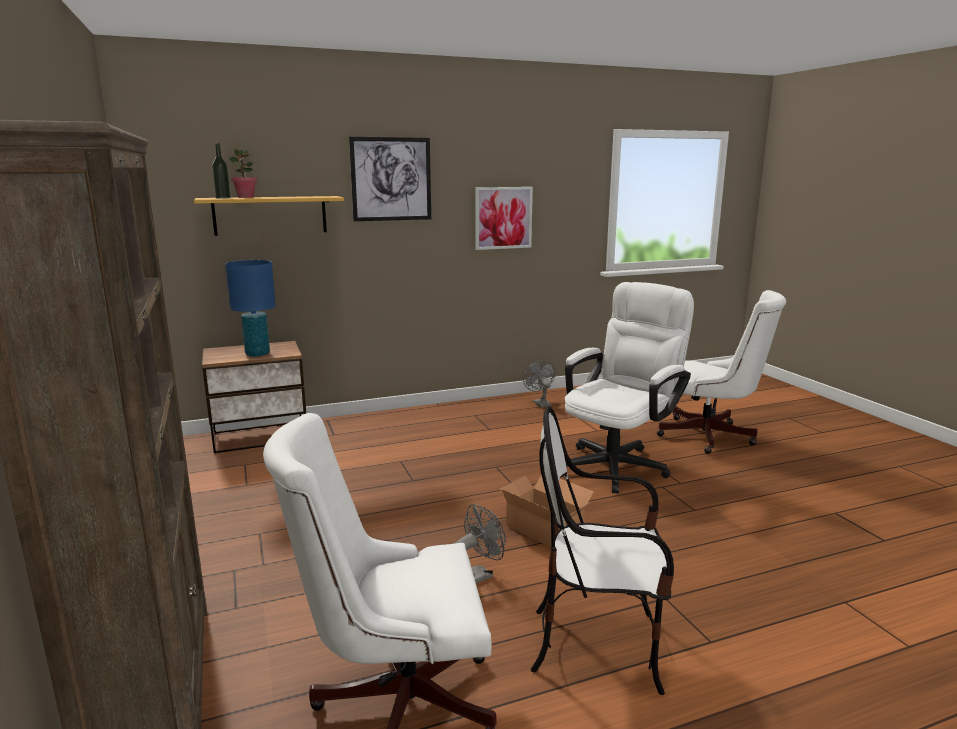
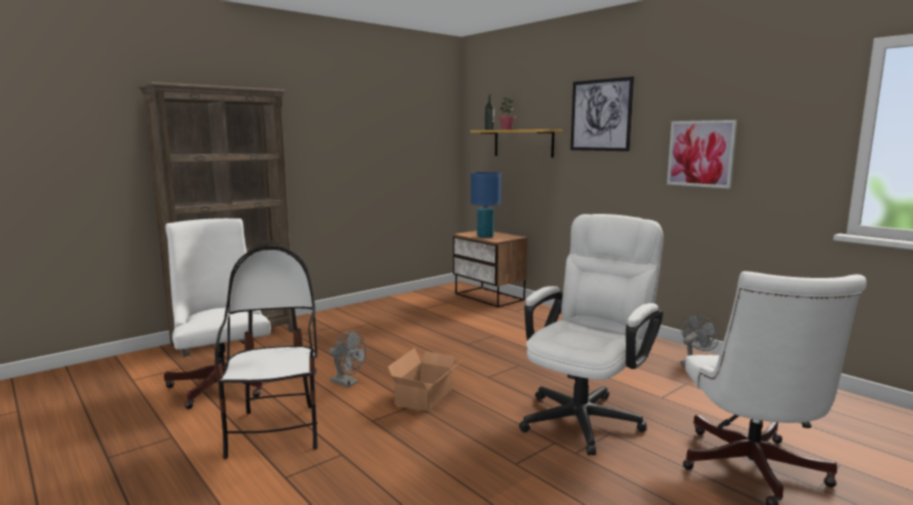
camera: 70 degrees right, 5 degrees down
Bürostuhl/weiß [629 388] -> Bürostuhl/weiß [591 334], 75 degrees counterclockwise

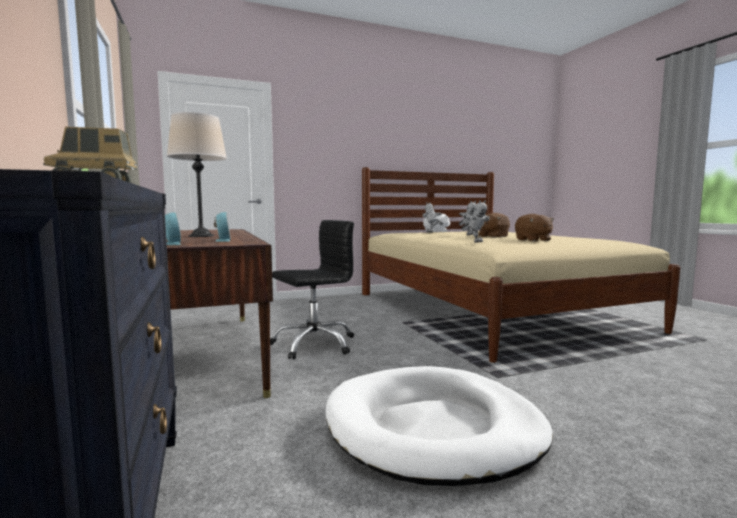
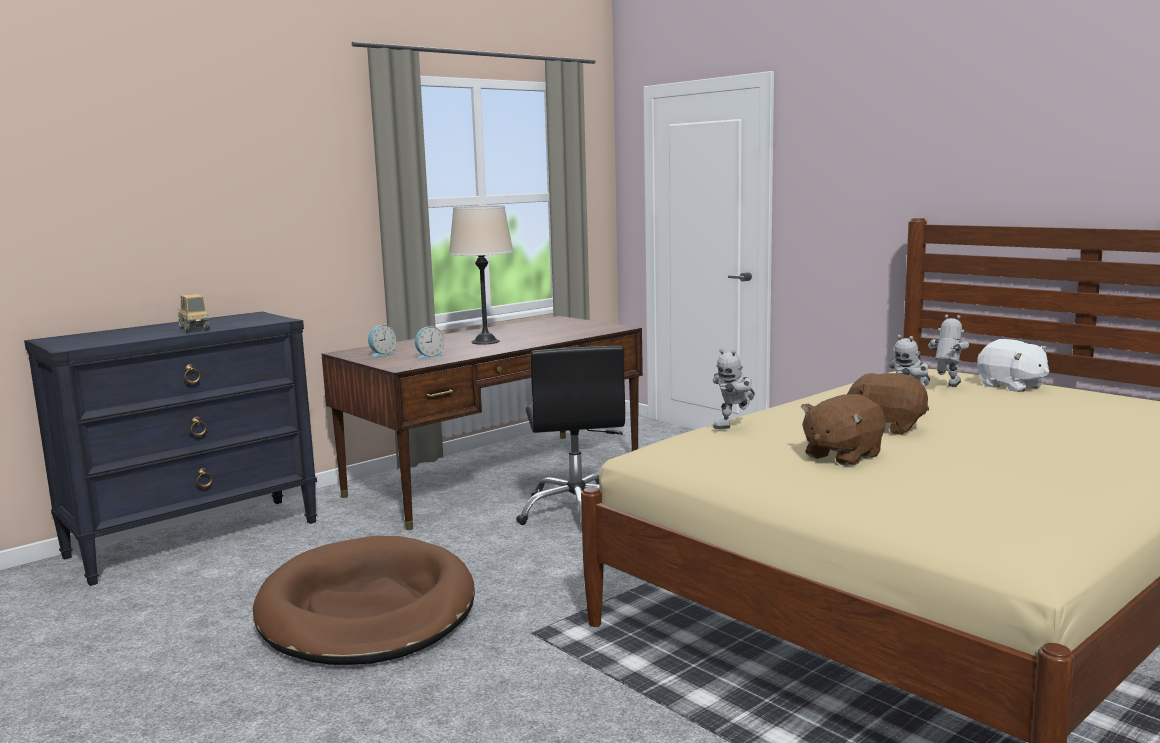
camera: 70 degrees right, 5 degrees up
Hundebett/weiß [439 426] -> Hundebett/braun [364 600]
Bürostuhl/schwarz [312 290] -> Bürostuhl/schwarz [570 435], 45 degrees clockwise

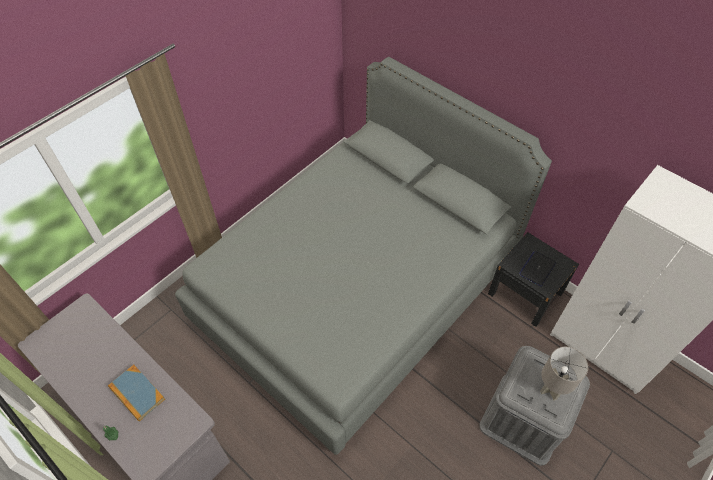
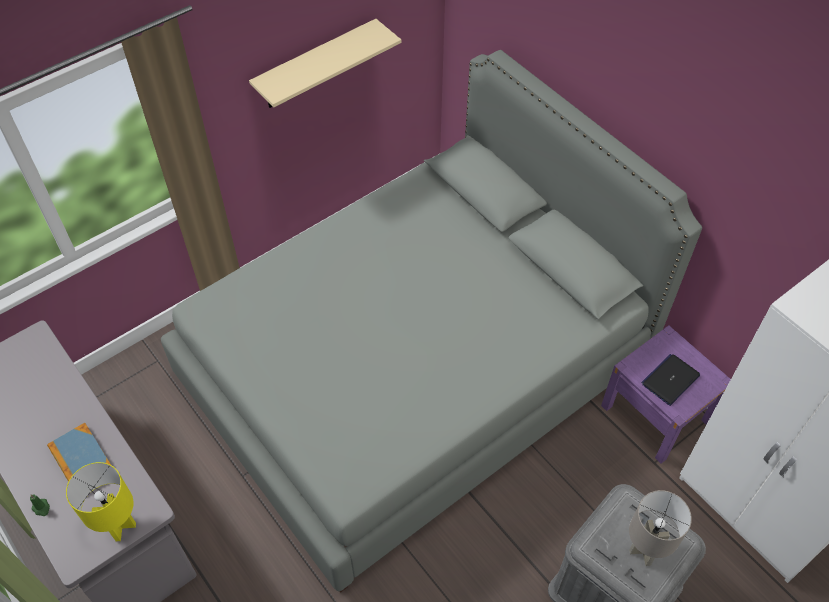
camera: 10 degrees right, 0 degrees up
none -> Tischlampe/gelb [101 501]
none -> Wandregal/beige [325 63]
Nachttisch/schwarz [533 279] -> Nachttisch/lila [666 394]

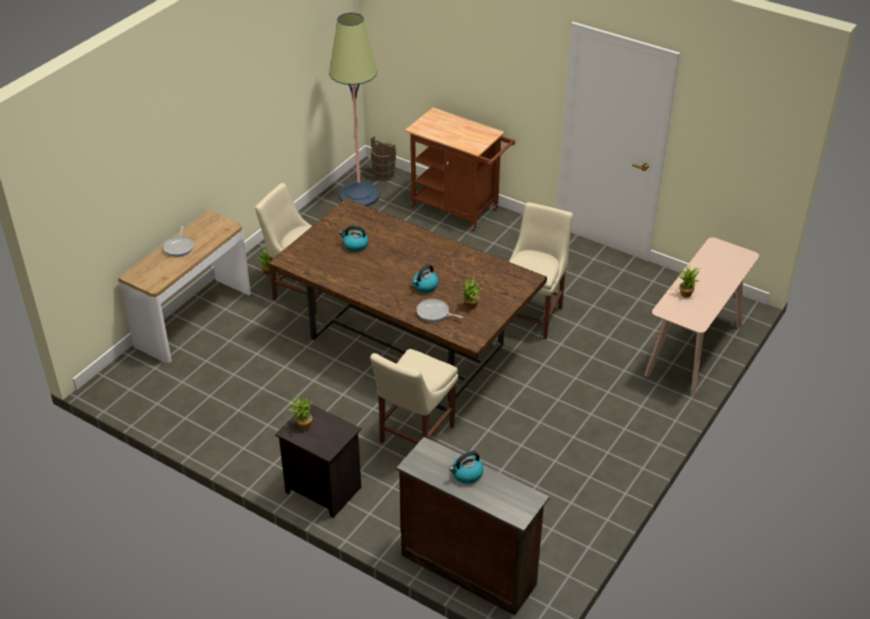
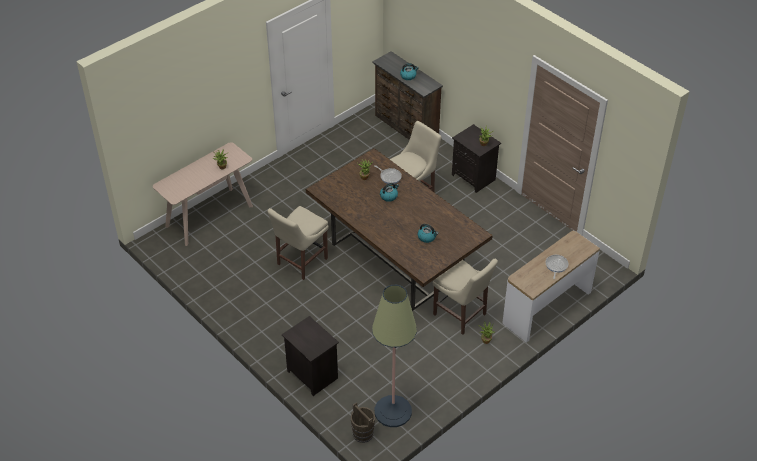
camera: 165 degrees left, 5 degrees up
Rollwagen/braun [460 169] -> Nachttisch/schwarz [310 356]

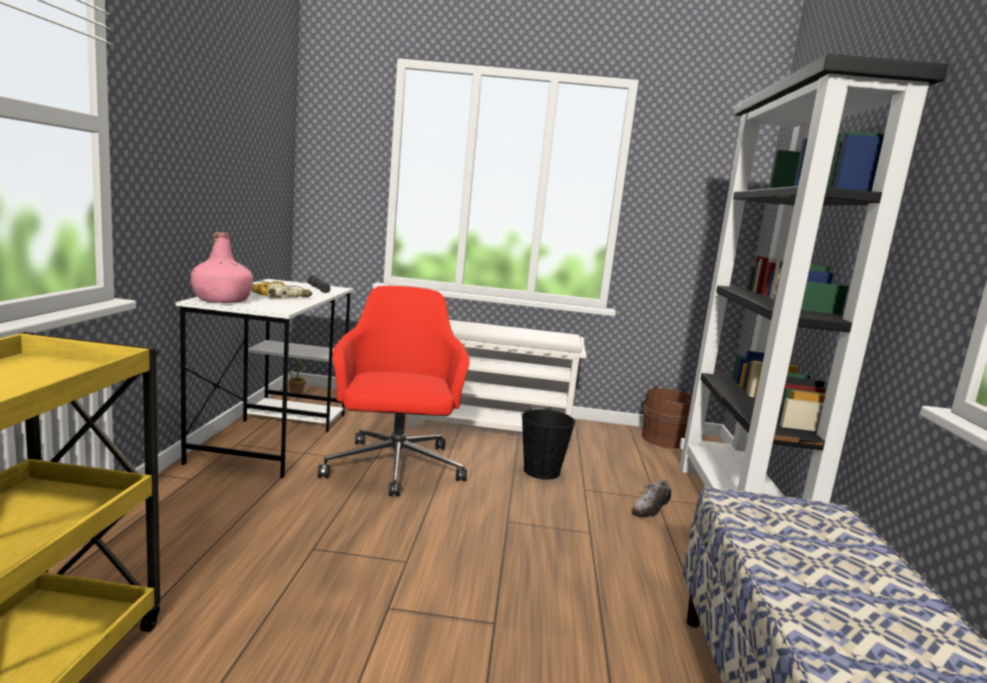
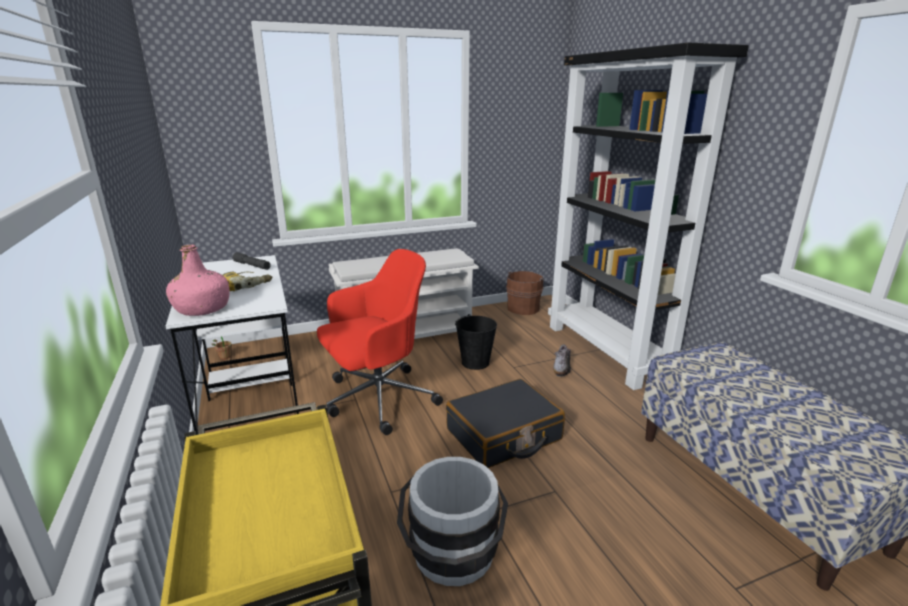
camera: 25 degrees left, 10 degrees up
Bürostuhl/rot [394 391] -> Bürostuhl/rot [380 342], 90 degrees clockwise
none -> Eimer/weiß [452 521]
none -> Koffer/schwarz [505 423]

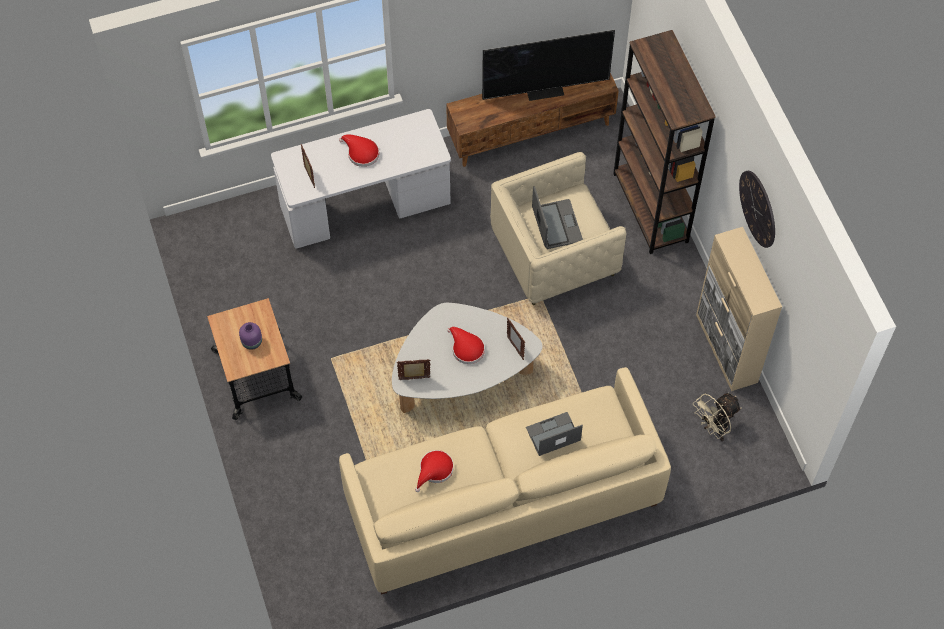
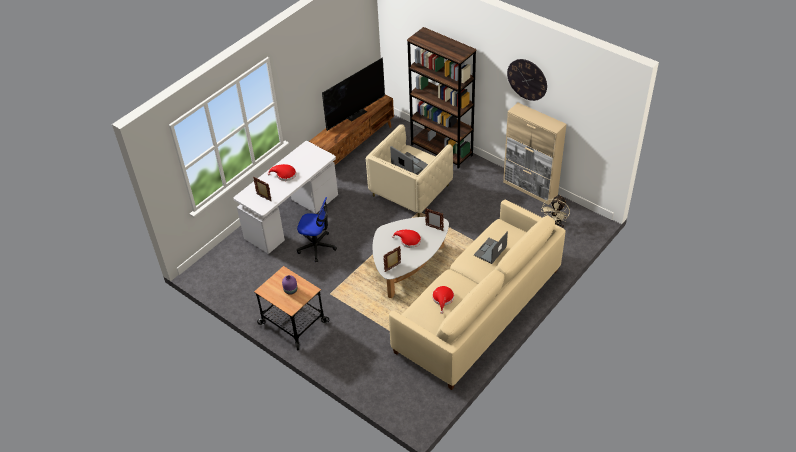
camera: 30 degrees left, 15 degrees down
none -> Bürostuhl [317 230]

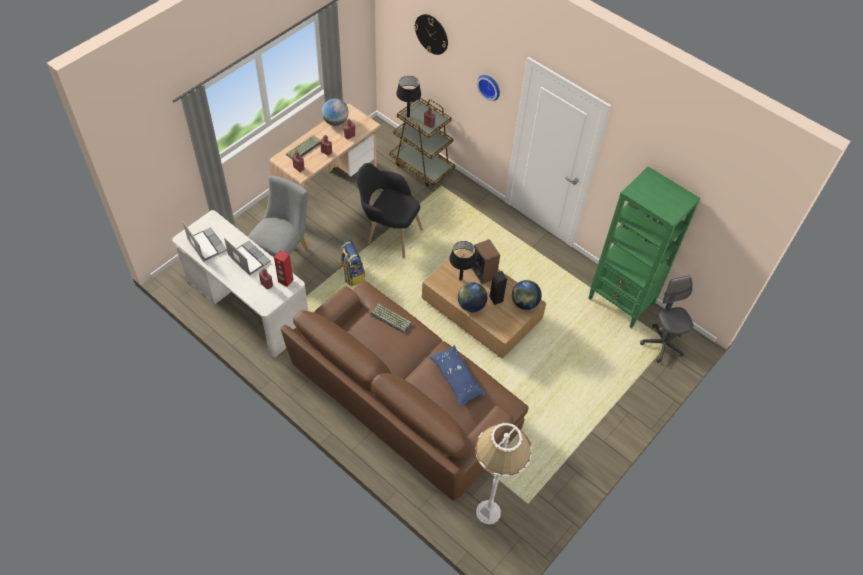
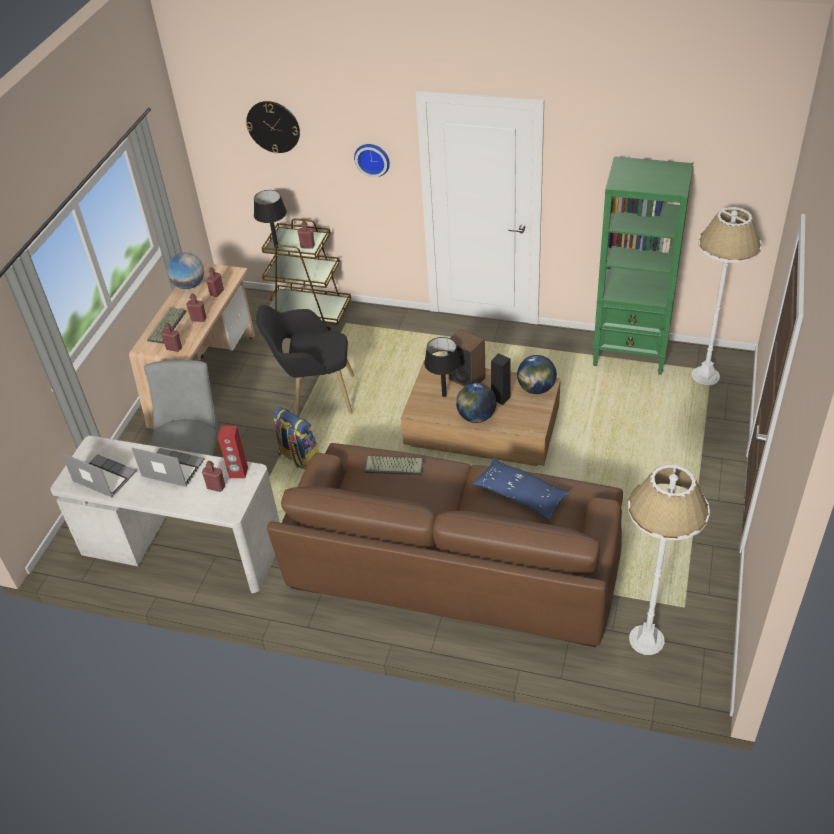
camera: 20 degrees left, 10 degrees down
Bürostuhl/grau [666 319] -> Stehlampe/weiß [726 296]

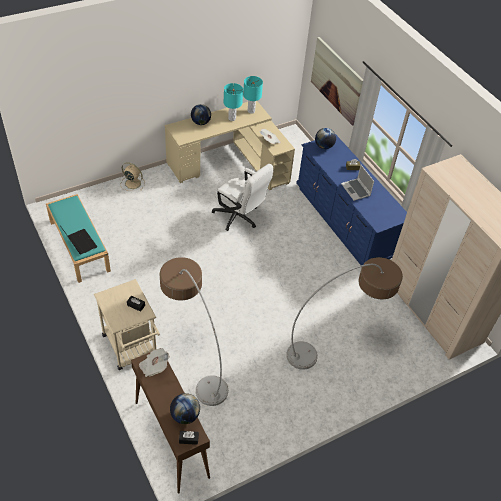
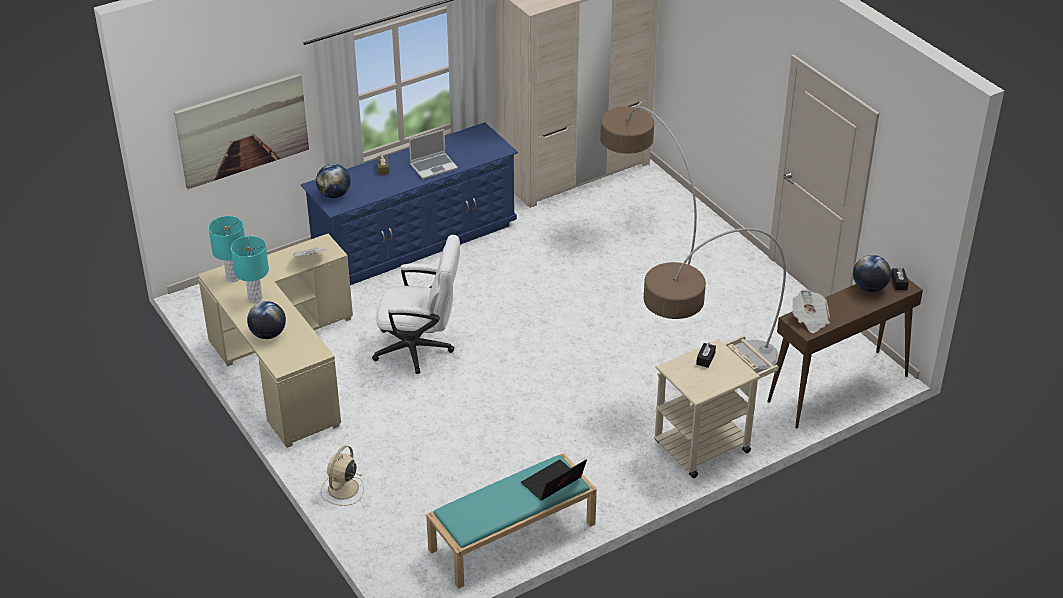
camera: 90 degrees left, 10 degrees down
Bürostuhl/weiß [243 197] -> Bürostuhl/weiß [416 304], 60 degrees clockwise

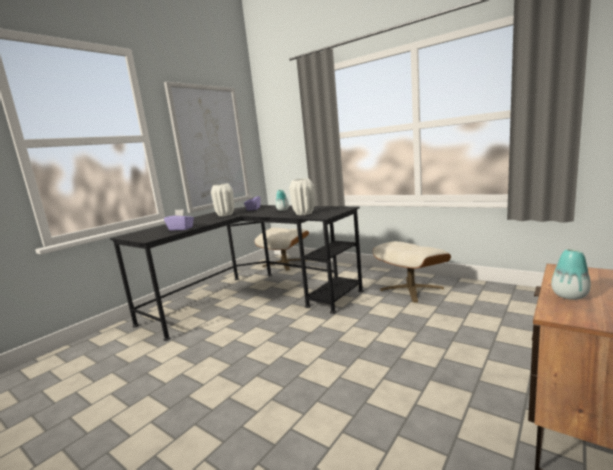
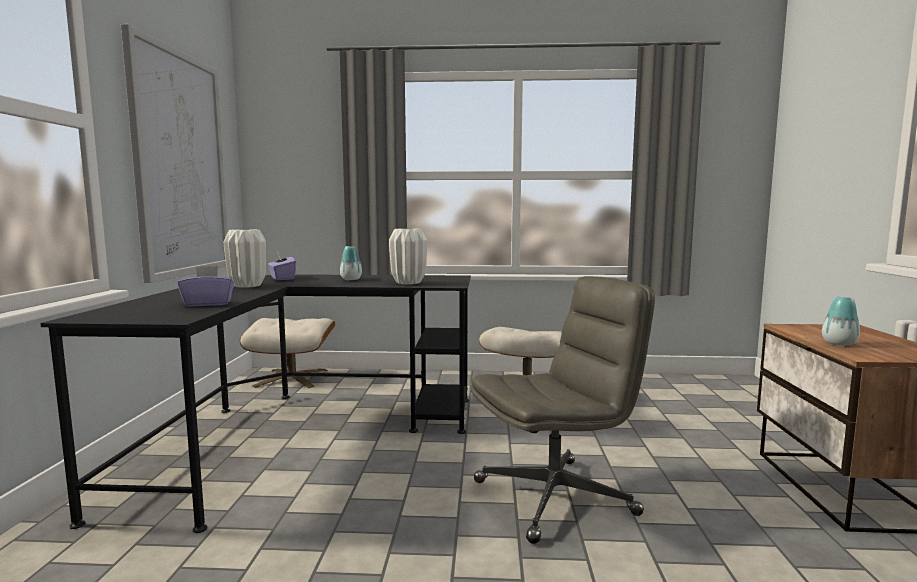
camera: 35 degrees left, 5 degrees down
none -> Bürostuhl/grau [563 410]

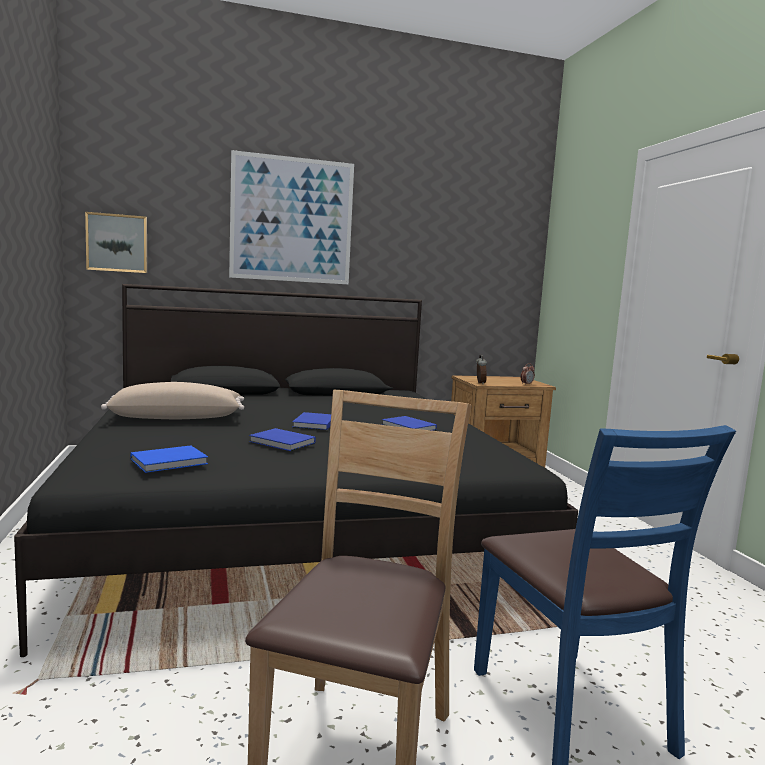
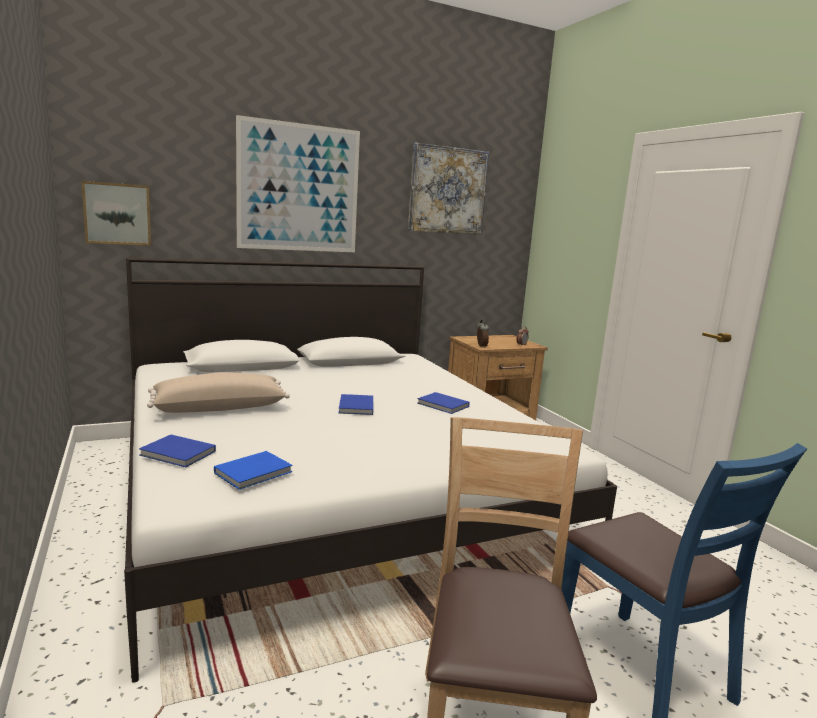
camera: 10 degrees left, 5 degrees up
Bett/schwarz [296 470] -> Bett/weiß [370 470]
Buch/blau [282 439] -> Buch/blau [177 451], shifted
none -> Bild [448 189]

